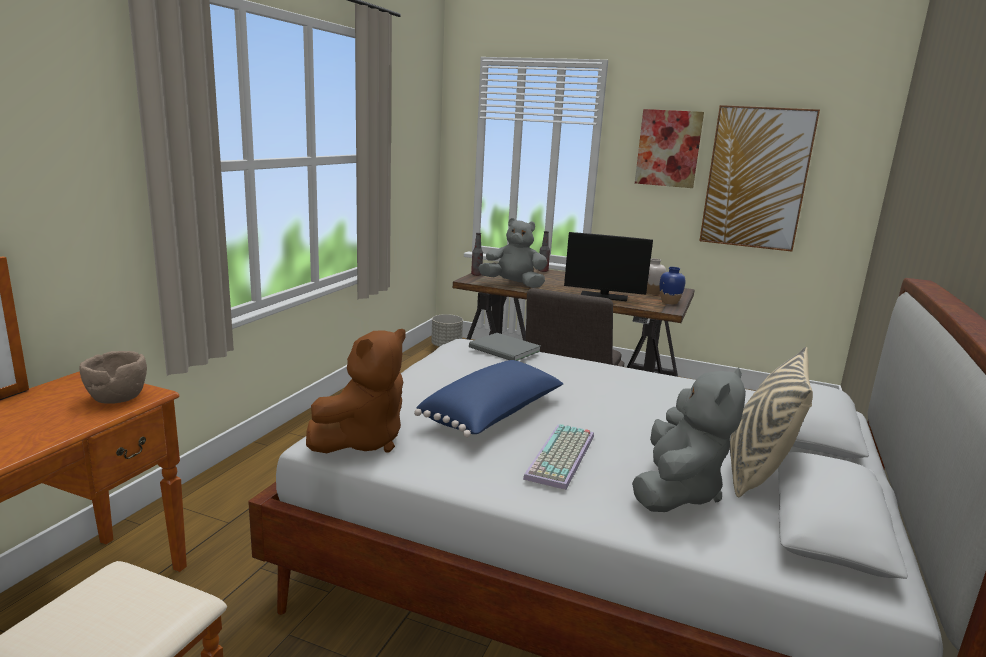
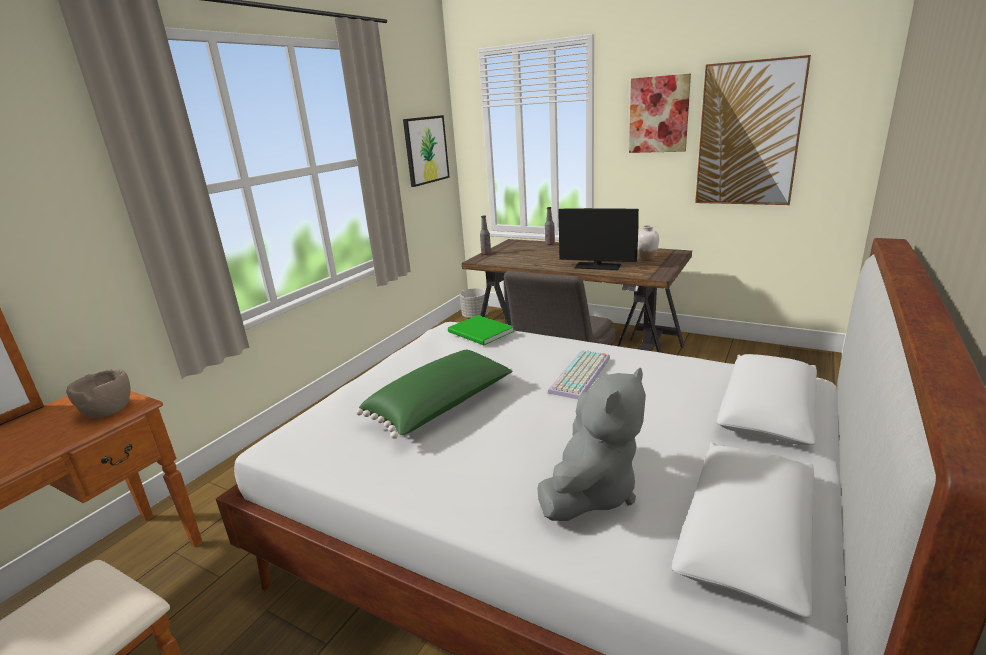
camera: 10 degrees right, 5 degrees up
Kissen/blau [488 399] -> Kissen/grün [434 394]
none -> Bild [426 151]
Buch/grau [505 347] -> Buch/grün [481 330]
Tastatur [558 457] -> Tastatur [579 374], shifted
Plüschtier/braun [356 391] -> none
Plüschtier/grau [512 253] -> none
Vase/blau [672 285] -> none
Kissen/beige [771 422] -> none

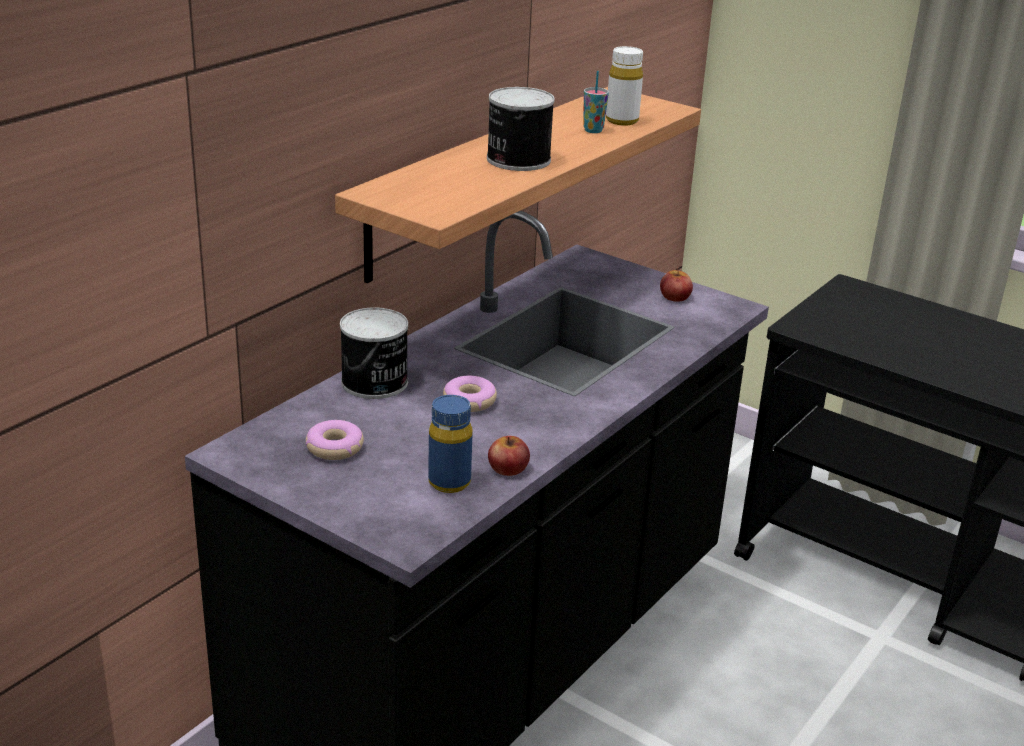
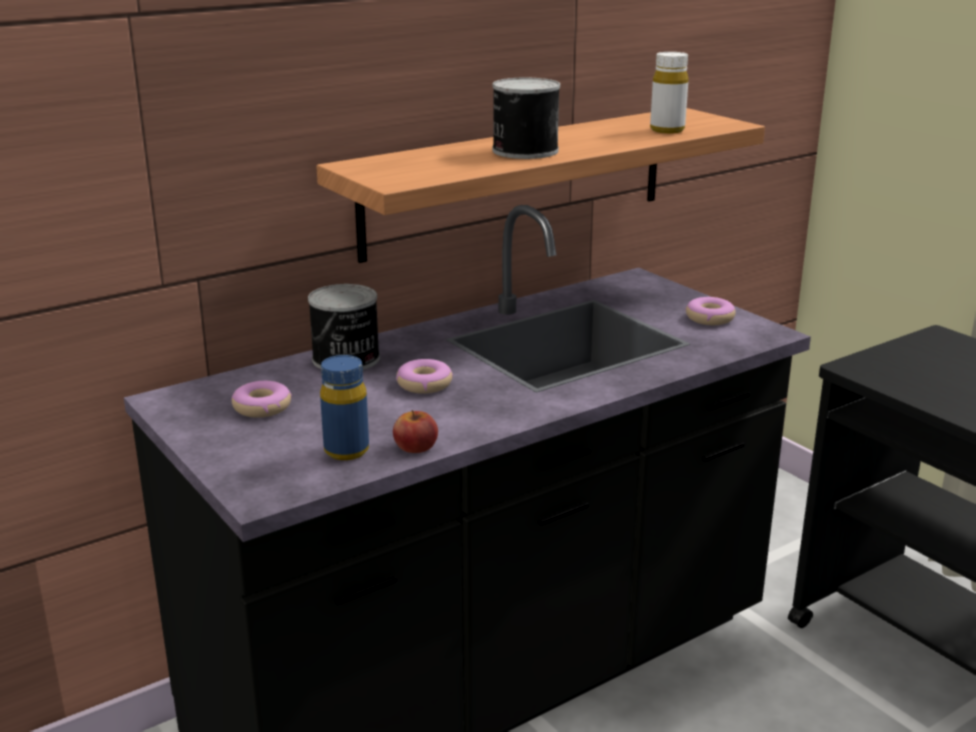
camera: 20 degrees right, 5 degrees down
Apfel [676 284] -> Donut [710 311]
Tasse [596 102] -> none

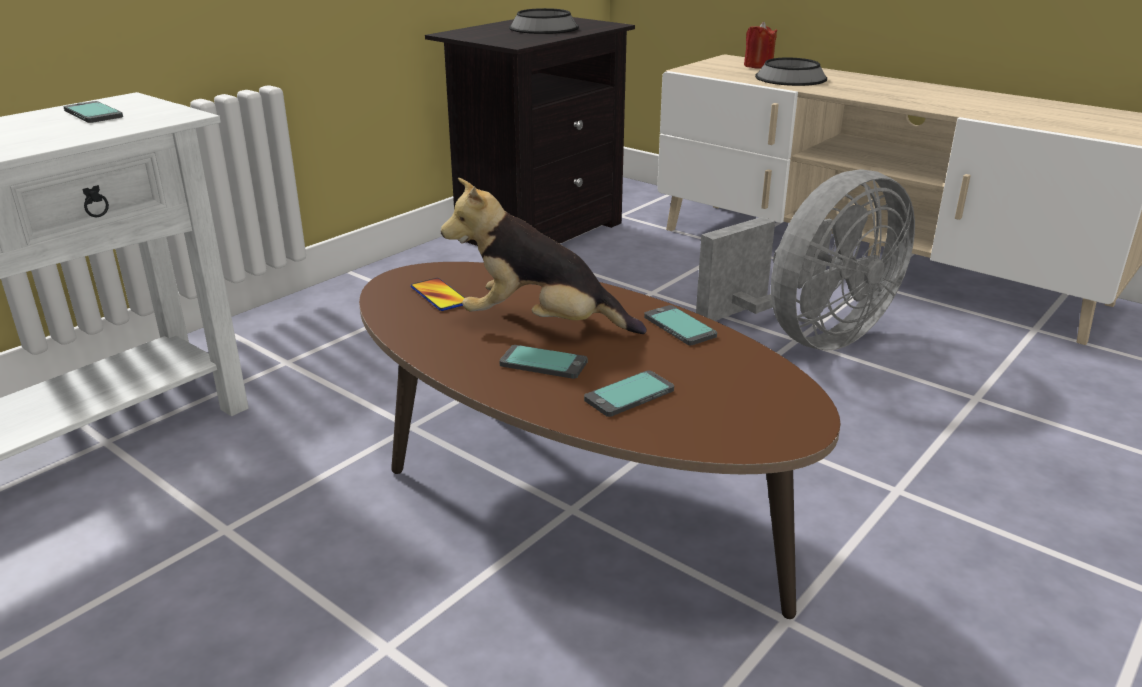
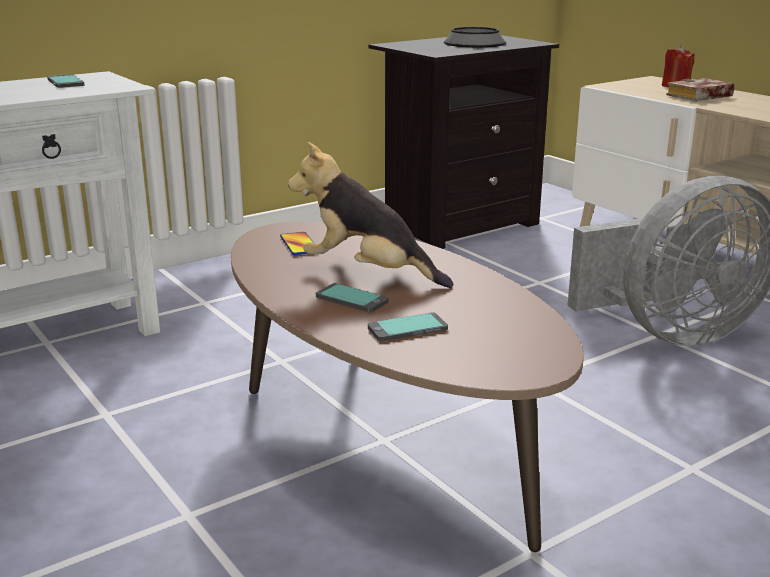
camera: 15 degrees right, 5 degrees down
Schüssel [791 71] -> Buch [700 89]
Handy [680 325] -> none

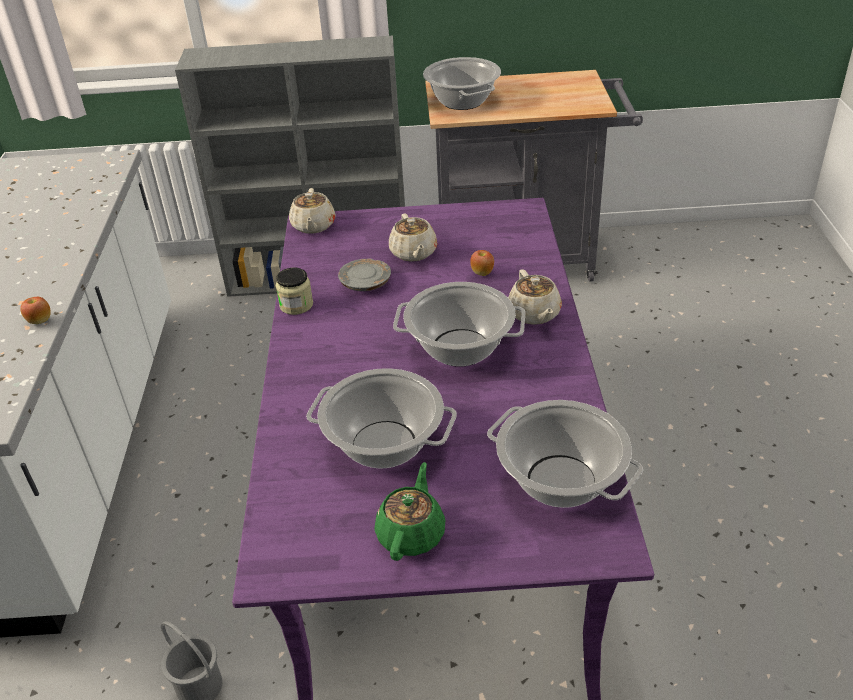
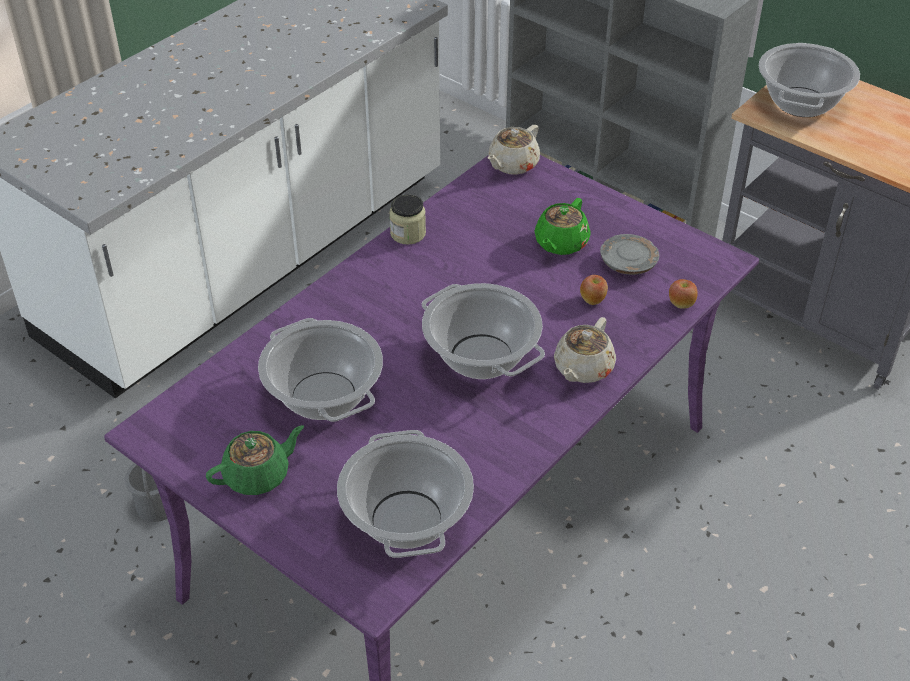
camera: 40 degrees right, 5 degrees up
Teekanne/beige [413 237] -> Teekanne/grün [562 226]
Teller/grau [364 275] -> Teller/grau [629 254], shifted
Apfel [35 310] -> Apfel [683 294], shifted

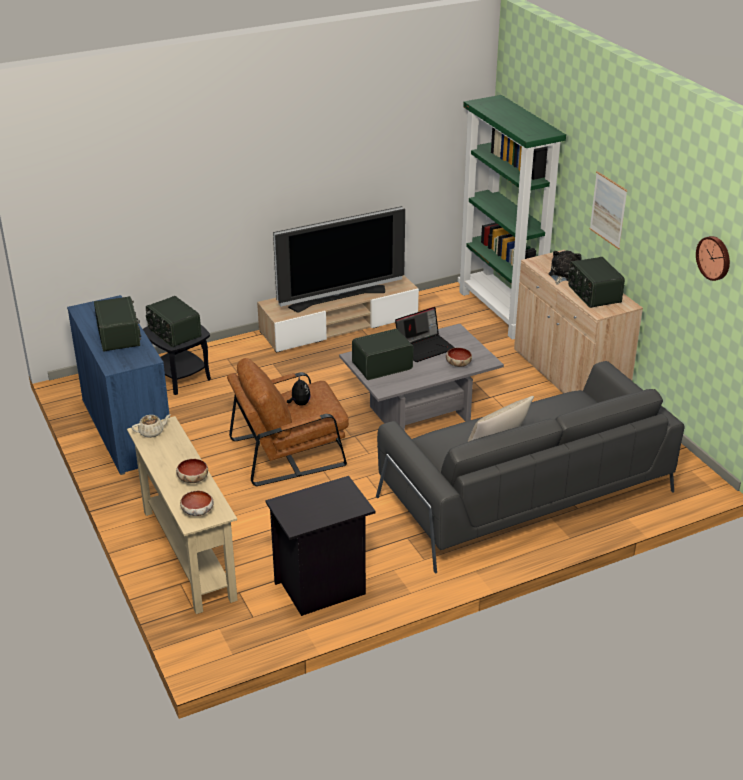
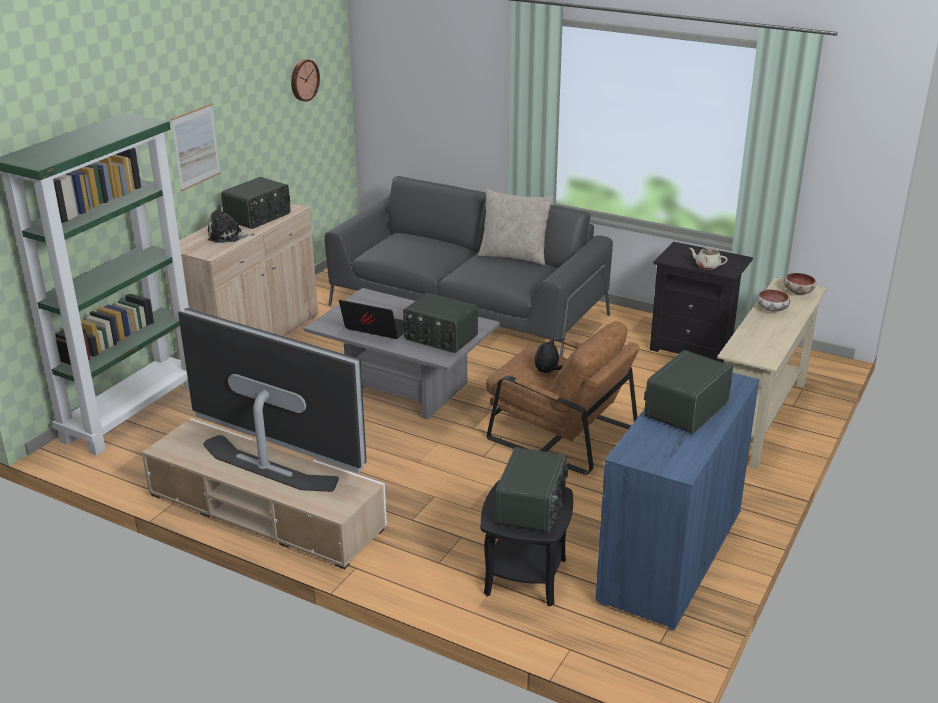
camera: 125 degrees left, 5 degrees down
Teekanne/beige [151 426] -> Teekanne/beige [709 258], shifted
Schüssel [459 357] -> none

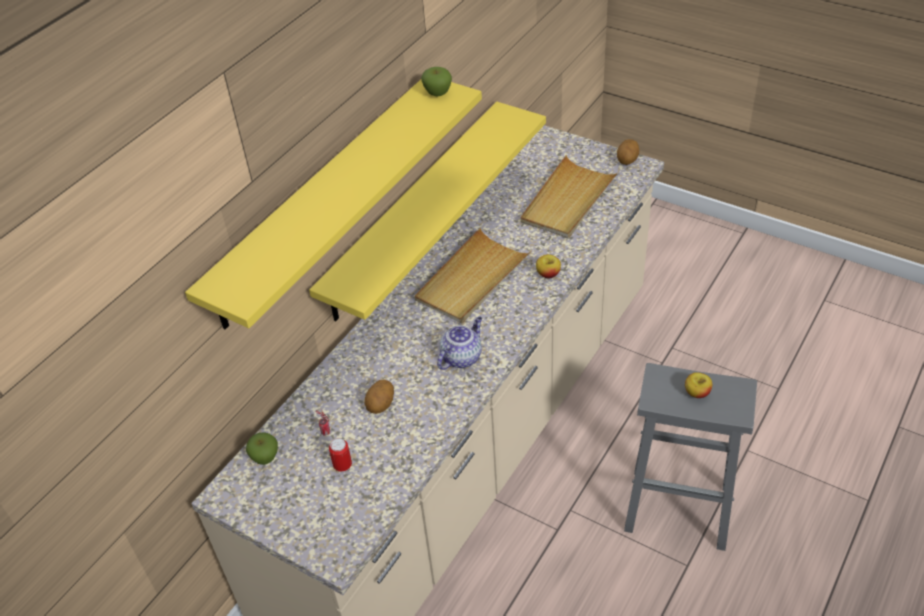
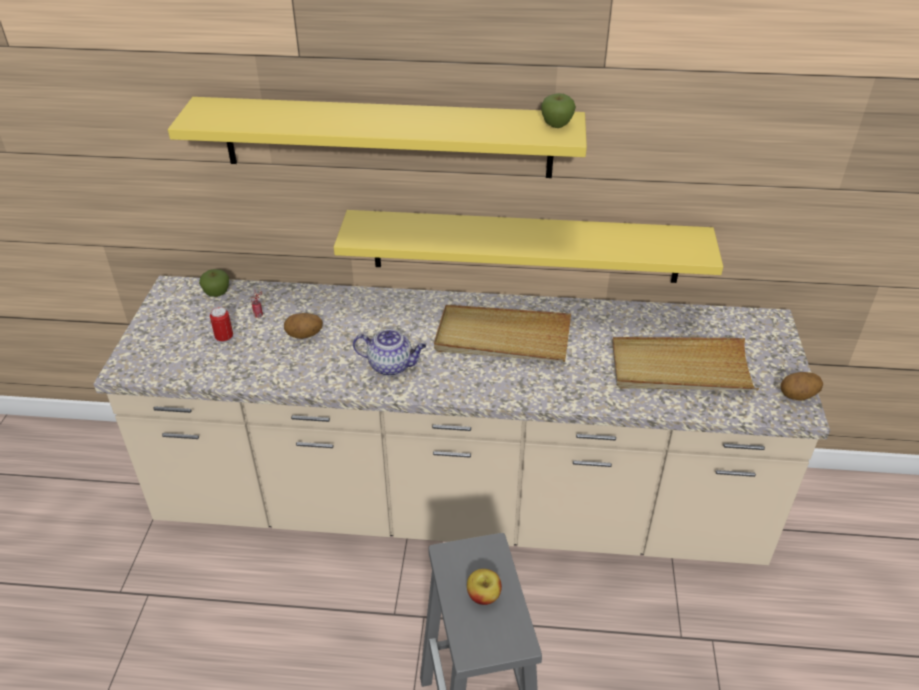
camera: 60 degrees right, 5 degrees down
Apfel [548 266] -> none

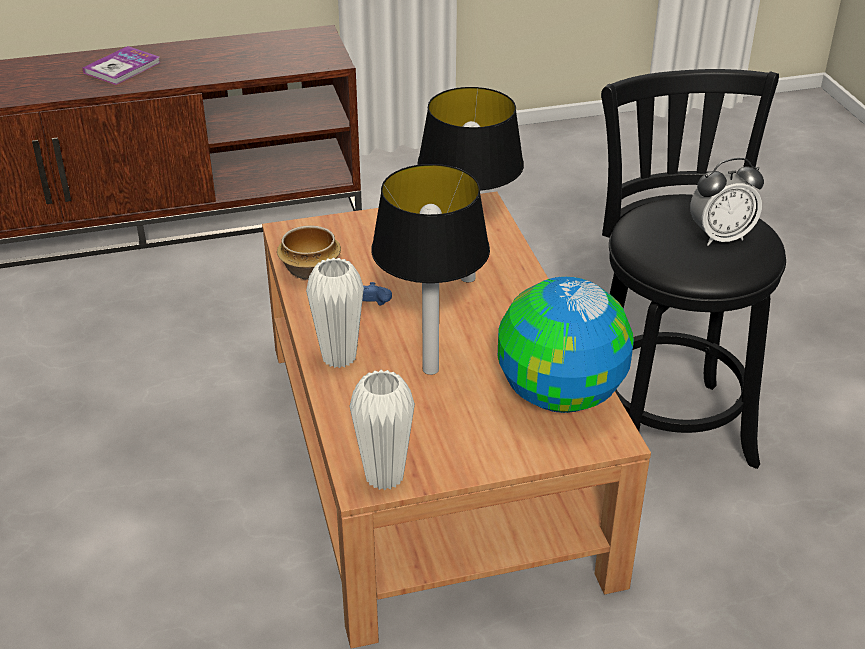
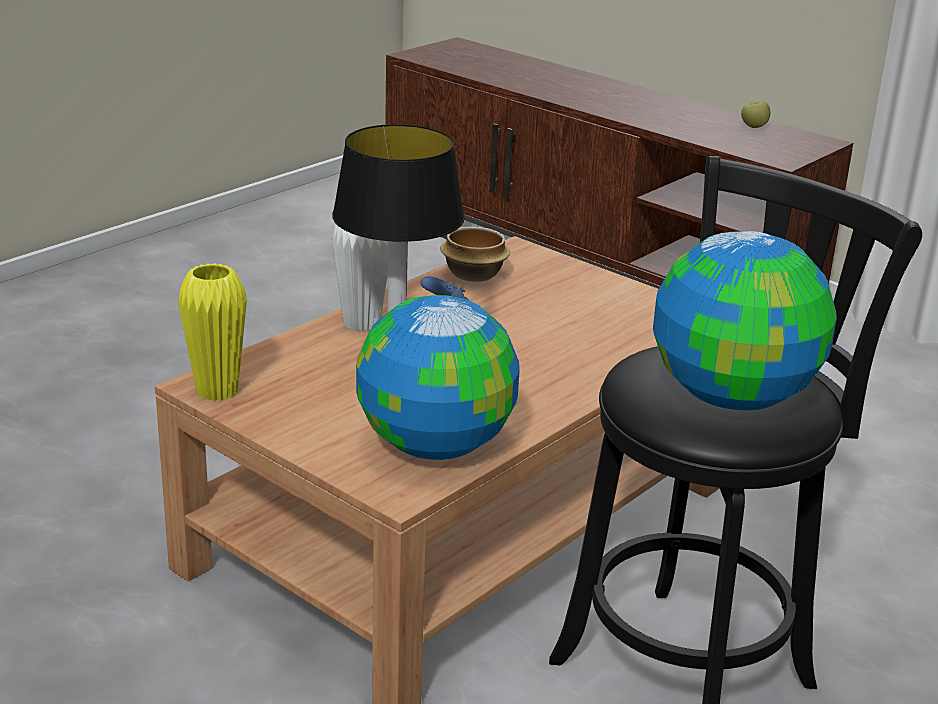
camera: 55 degrees right, 10 degrees down
Vase/weiß [382 430] -> Vase/gelb [212 332]
Wecker [727 202] -> Globus [745 320]
none -> Apfel [755 114]
Buch [122 65] -> none
Tischlampe [470 184] -> none

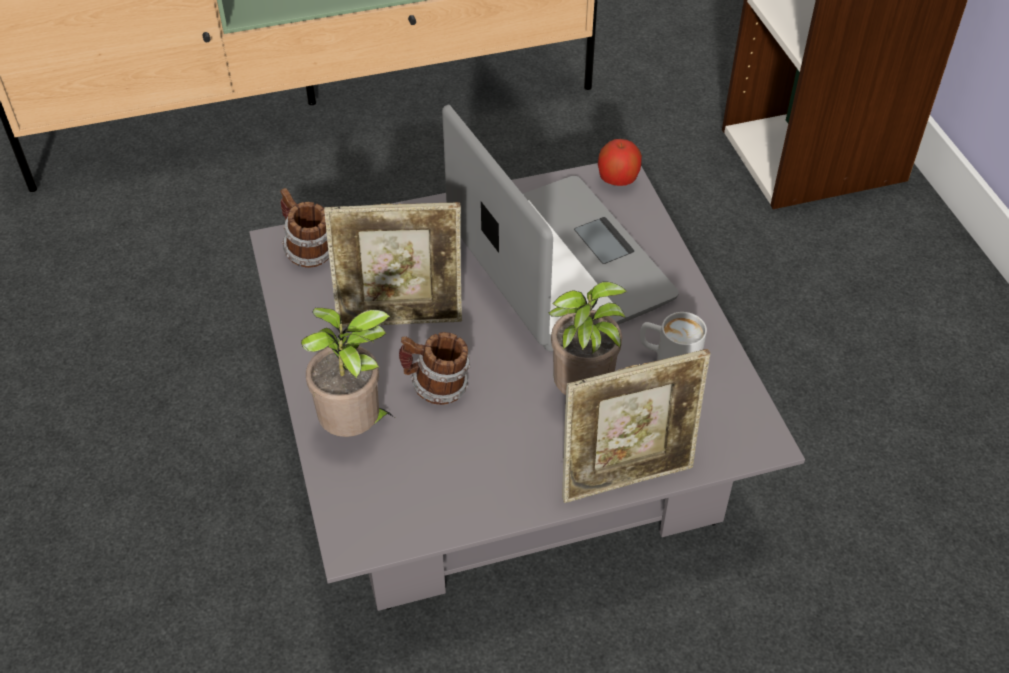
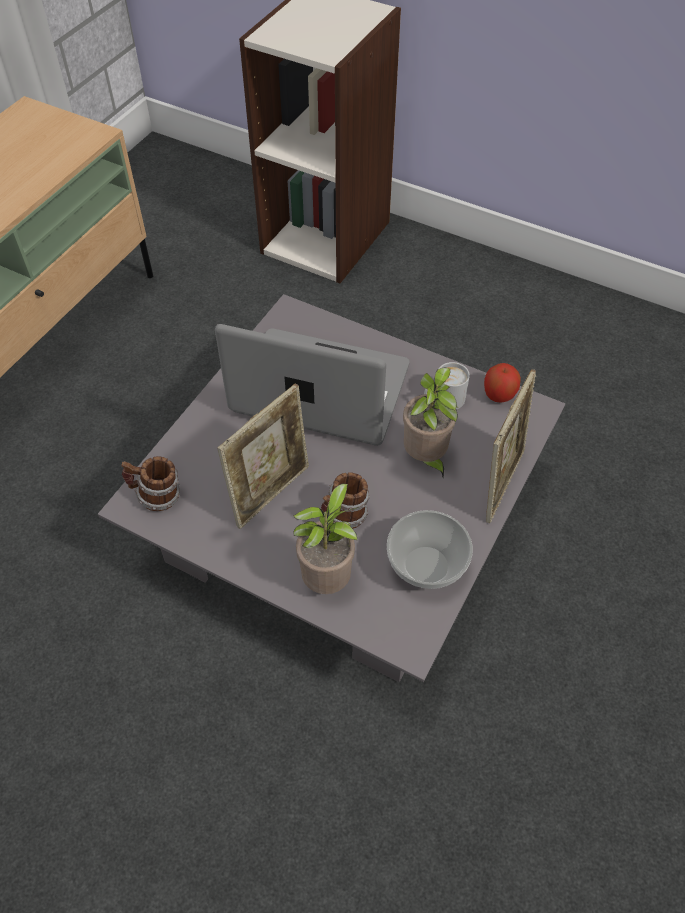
camera: 45 degrees left, 5 degrees up
none -> Schüssel [430 549]
Apfel [620 162] -> Apfel [502 383], shifted

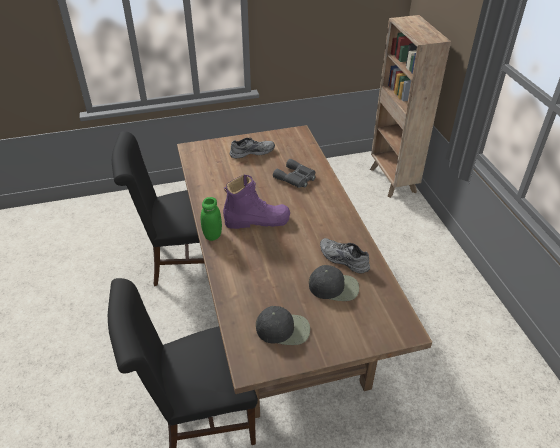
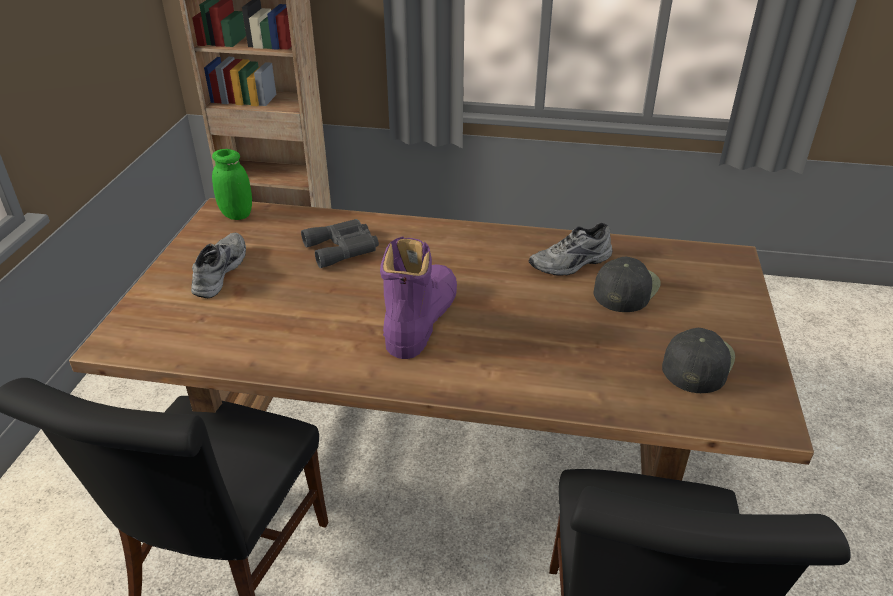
camera: 65 degrees left, 5 degrees down
Vorratsglas/grün [211 219] -> Vorratsglas/grün [232 184], shifted

